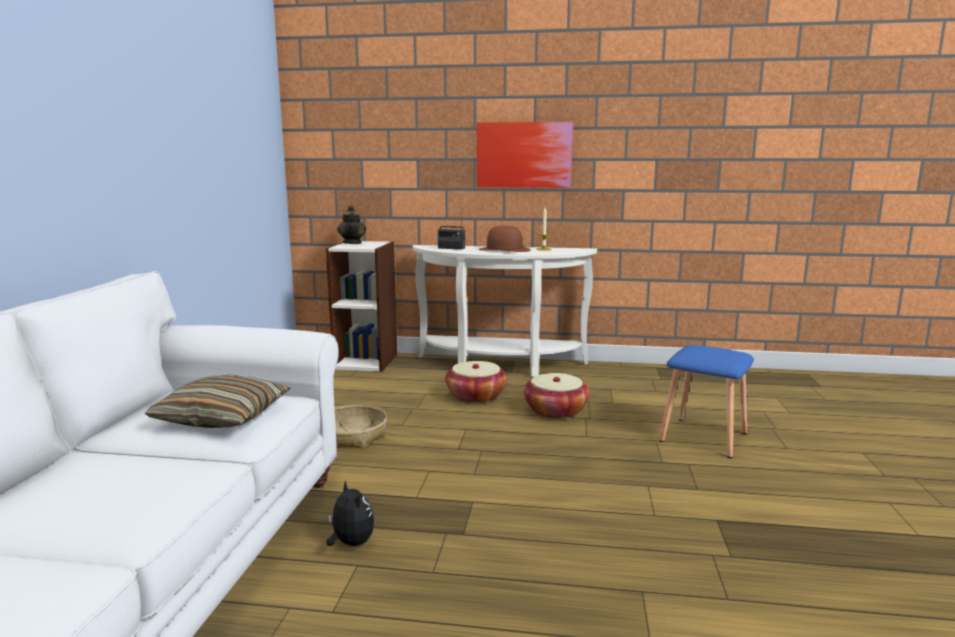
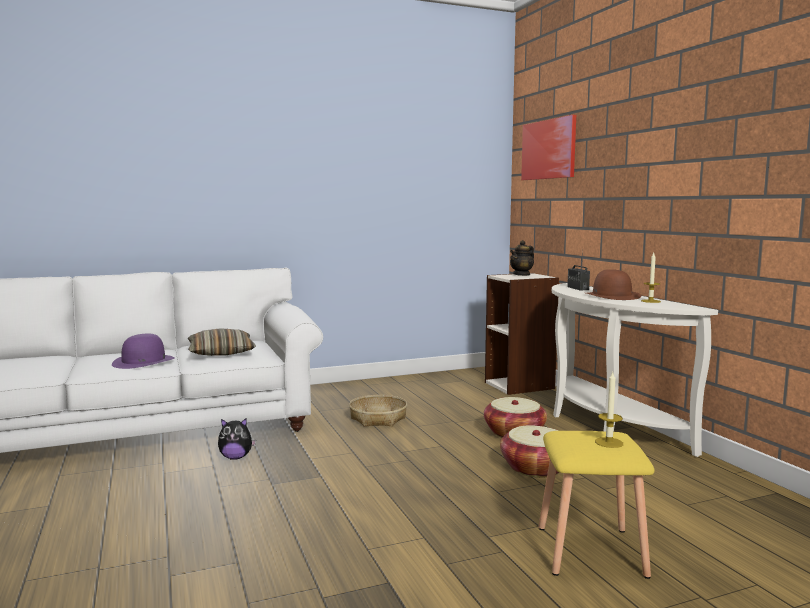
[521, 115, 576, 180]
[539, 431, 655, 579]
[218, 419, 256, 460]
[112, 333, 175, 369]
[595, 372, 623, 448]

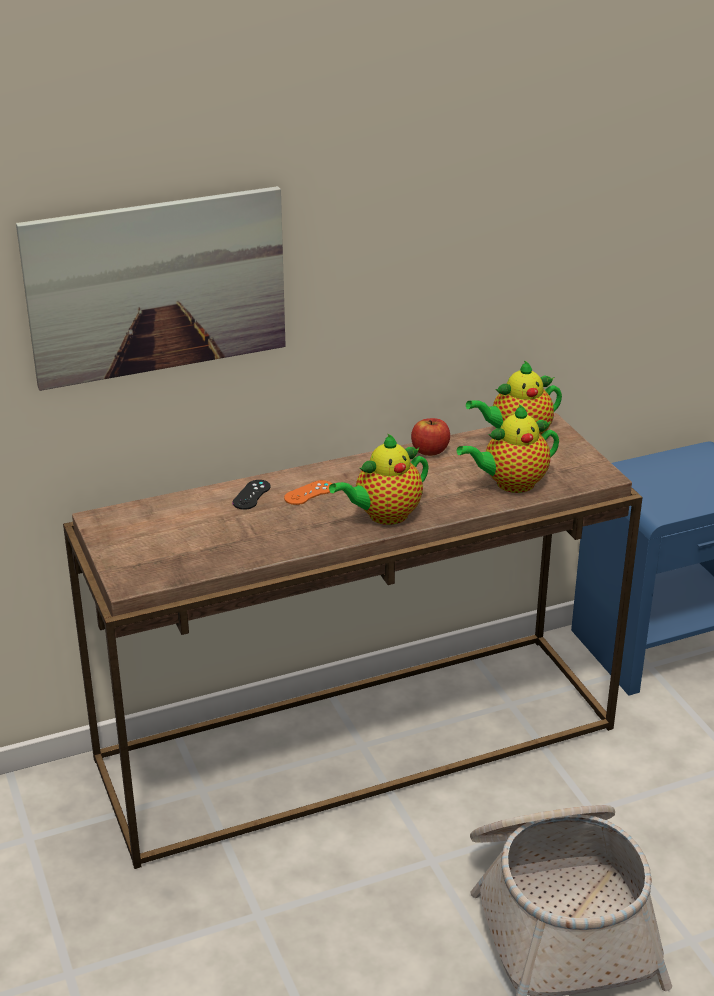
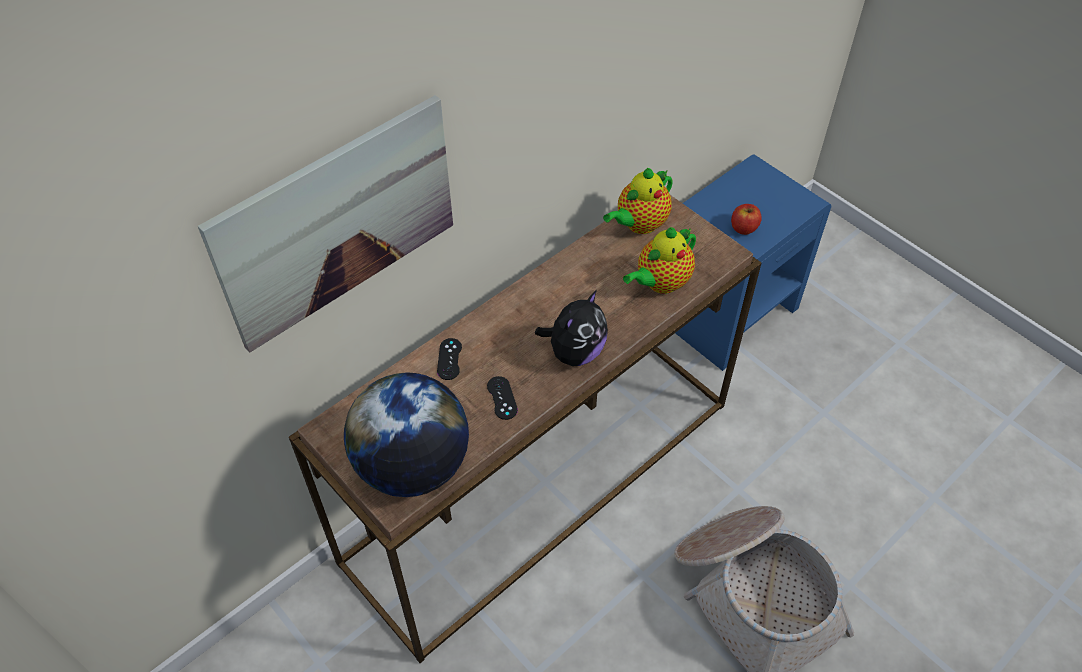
[731, 204, 762, 235]
[535, 290, 608, 366]
[284, 480, 332, 505] (first image)
[344, 372, 469, 497]
[487, 376, 518, 420]

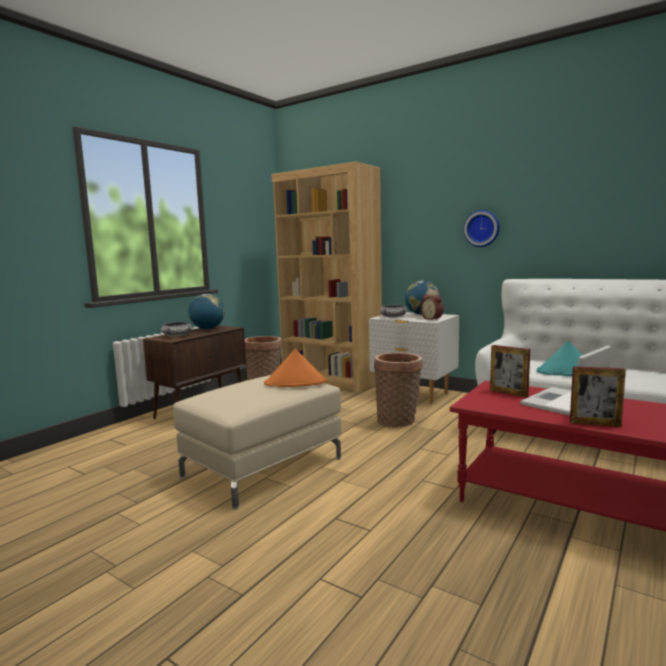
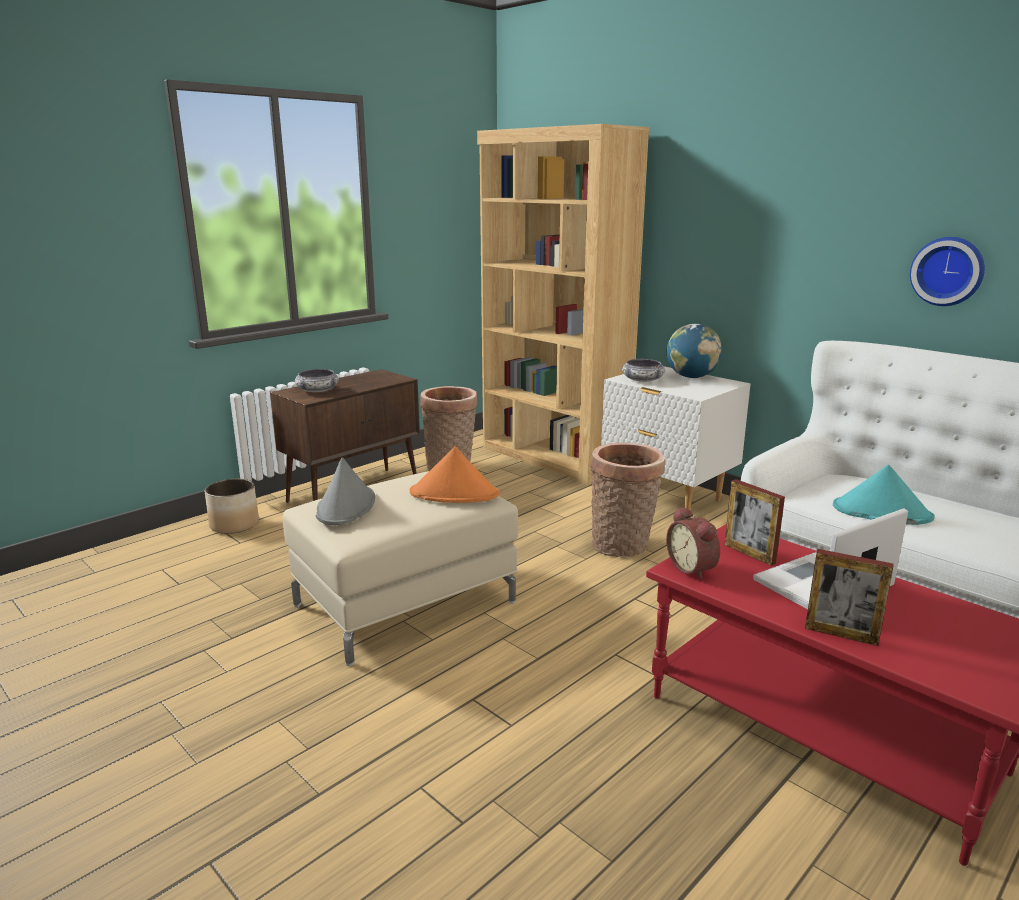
[910, 237, 985, 306]
[188, 294, 225, 329] (first image)
[666, 506, 720, 580]
[316, 457, 375, 525]
[205, 479, 259, 534]

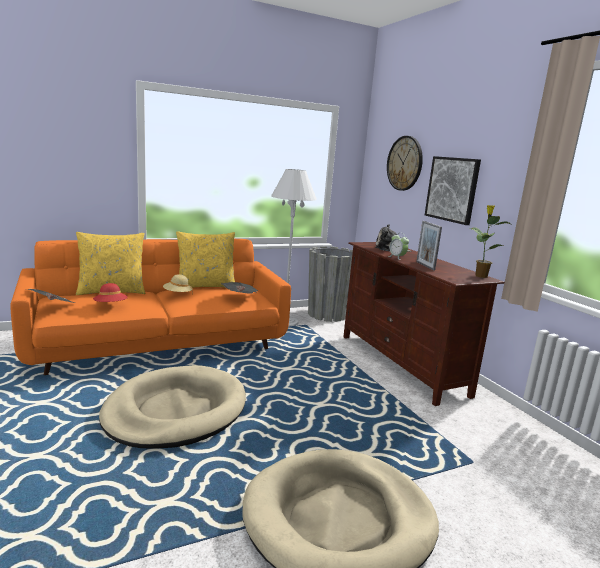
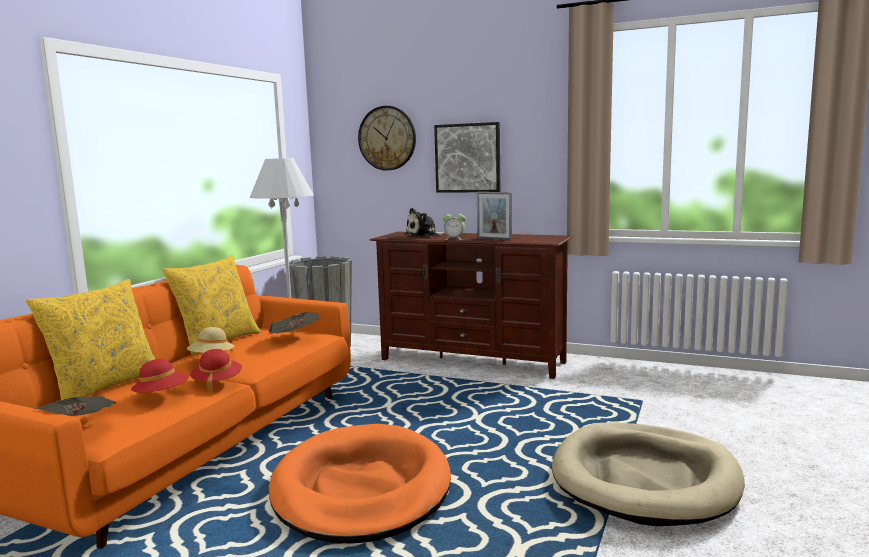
[470, 205, 513, 278] (first image)
[269, 424, 451, 544]
[190, 349, 242, 392]

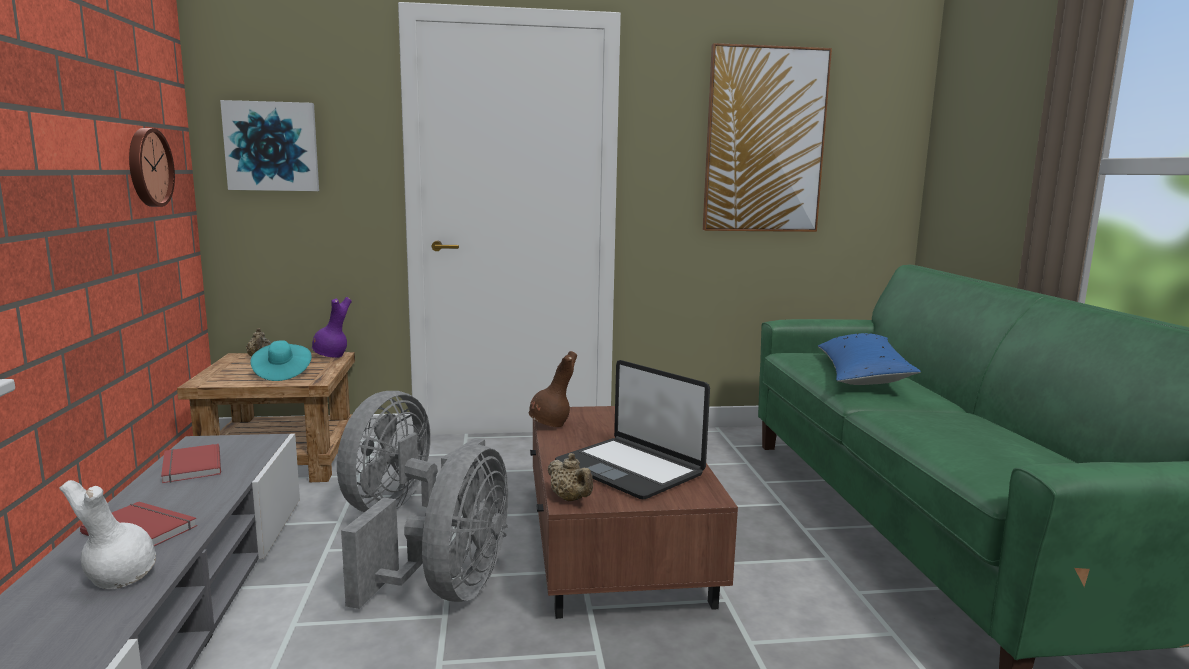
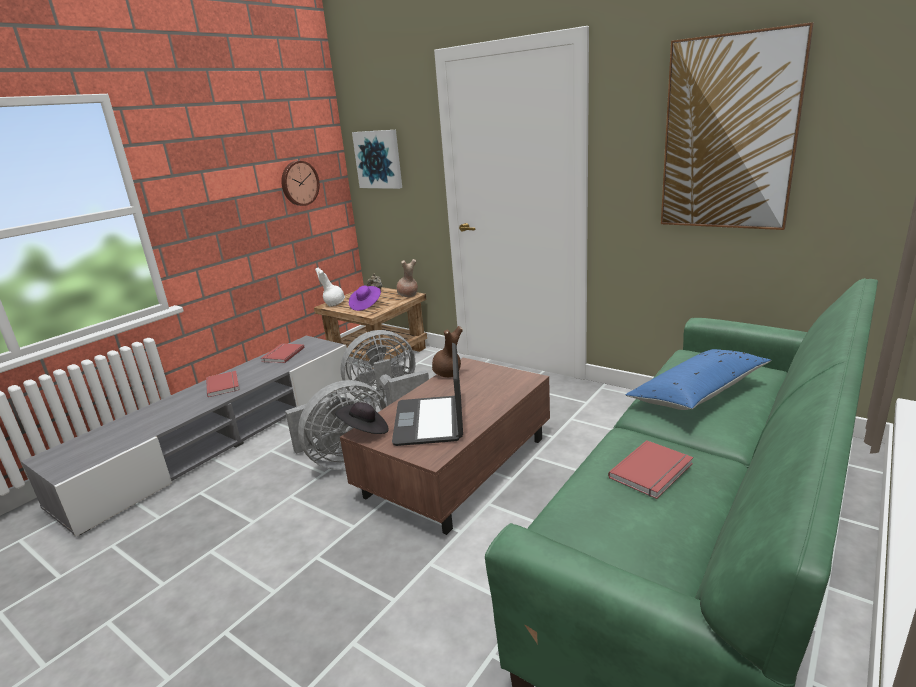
[397, 259, 418, 297]
[349, 286, 381, 311]
[335, 402, 389, 434]
[315, 267, 345, 307]
[608, 440, 693, 499]

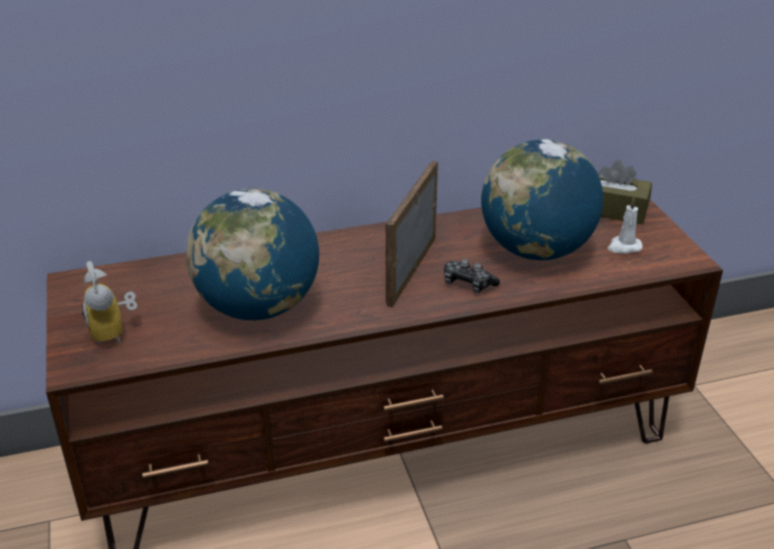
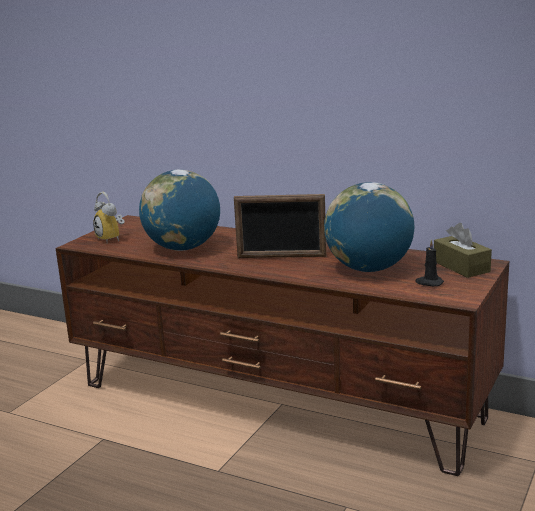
[234, 194, 326, 258]
[415, 240, 444, 286]
[444, 259, 500, 293] (first image)
[93, 192, 125, 242]

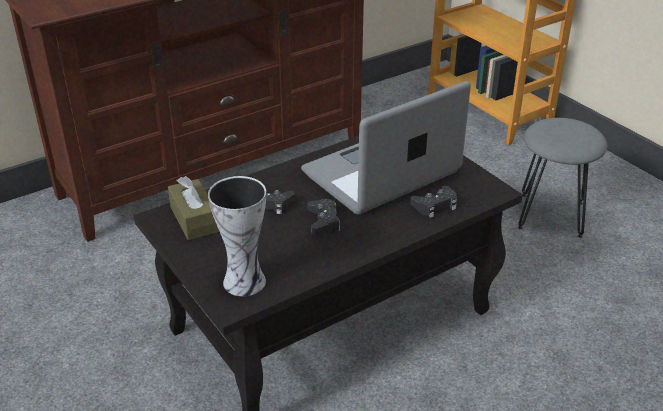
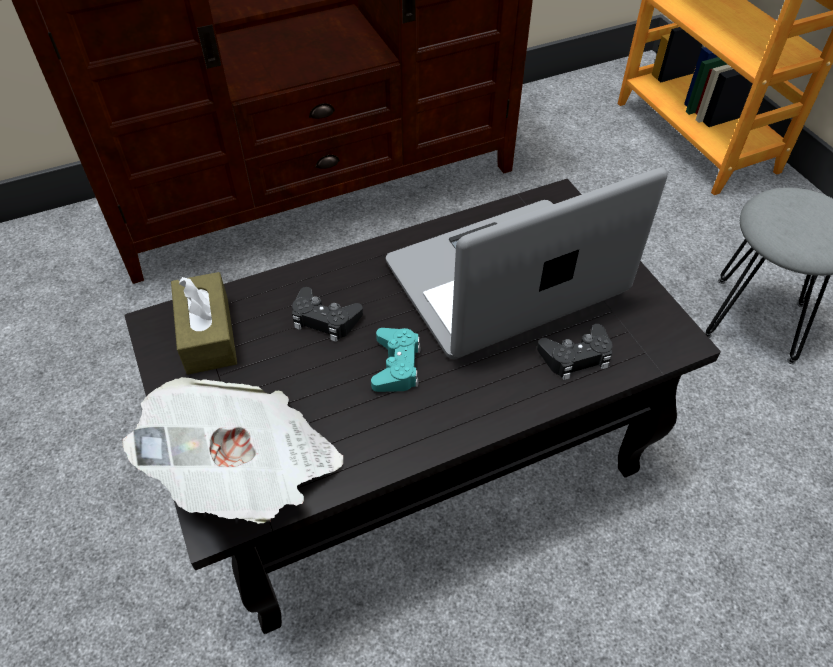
[122, 377, 343, 524]
[371, 328, 421, 392]

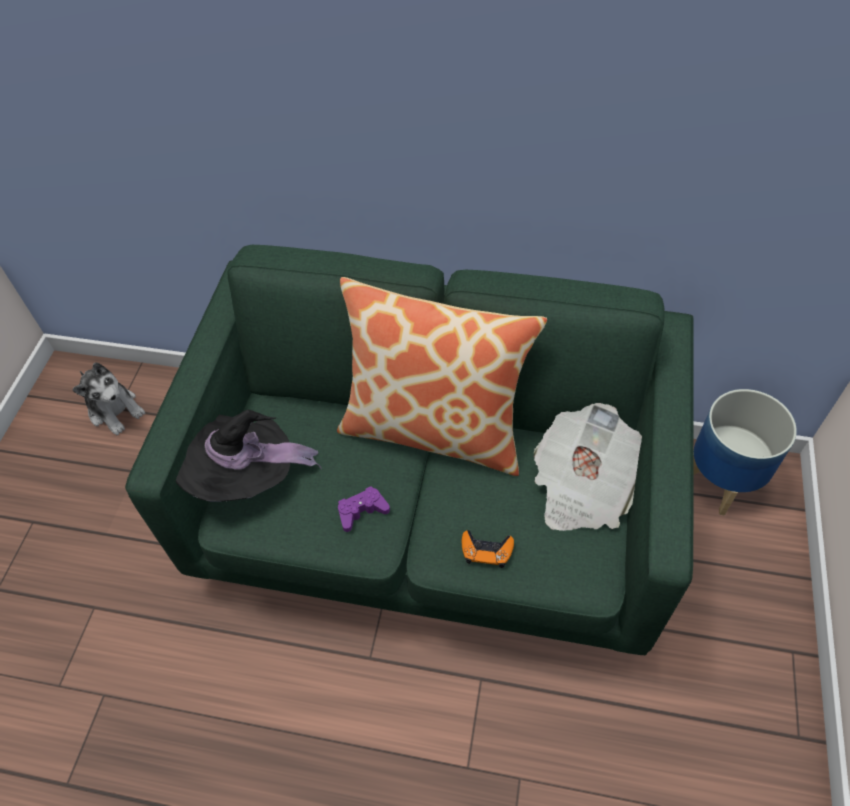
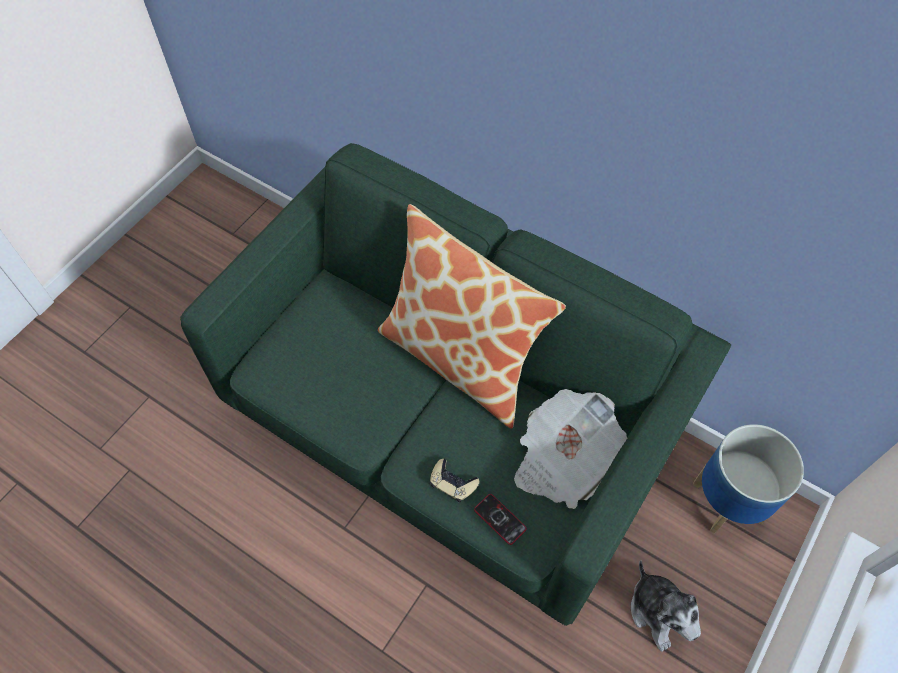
[631, 560, 701, 651]
[176, 410, 322, 502] (first image)
[338, 486, 390, 532] (first image)
[430, 459, 480, 502]
[474, 494, 527, 545]

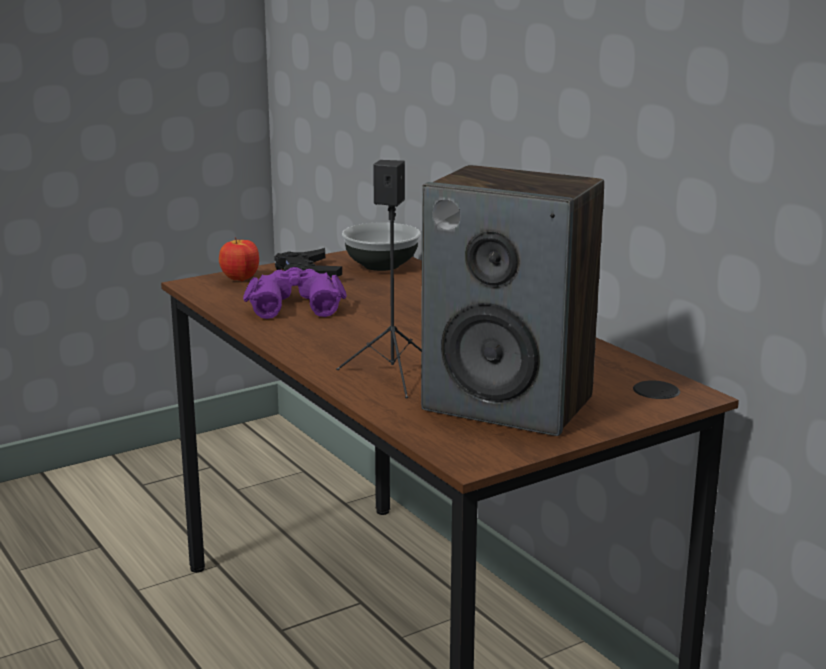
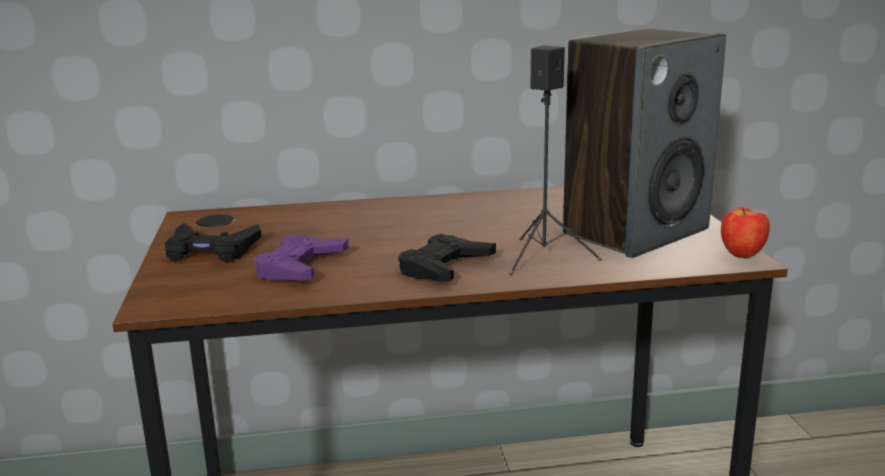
[342, 222, 421, 271] (first image)
[721, 207, 770, 259]
[254, 235, 349, 281]
[398, 234, 496, 282]

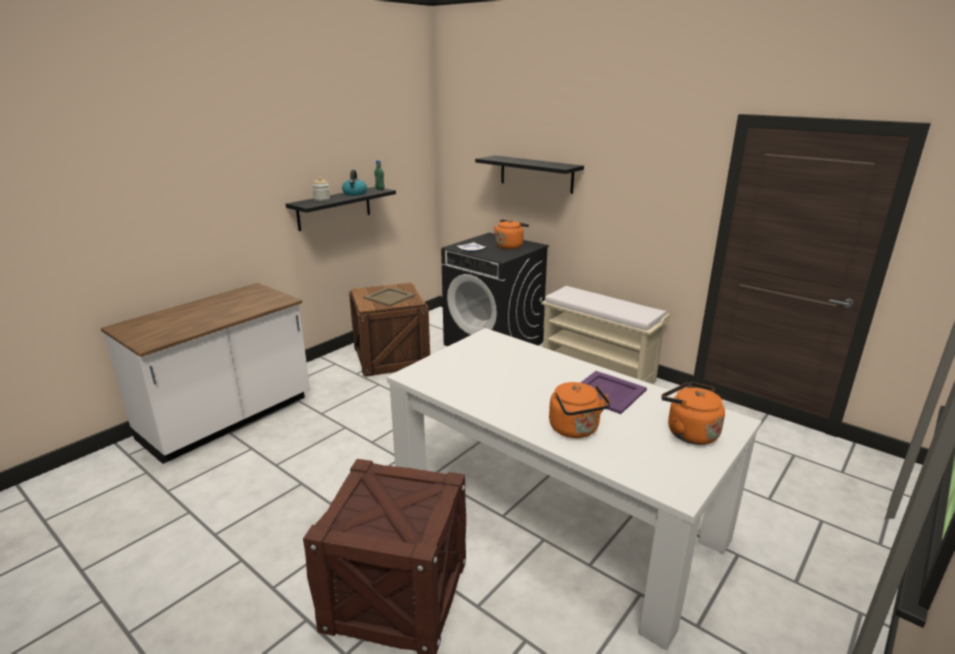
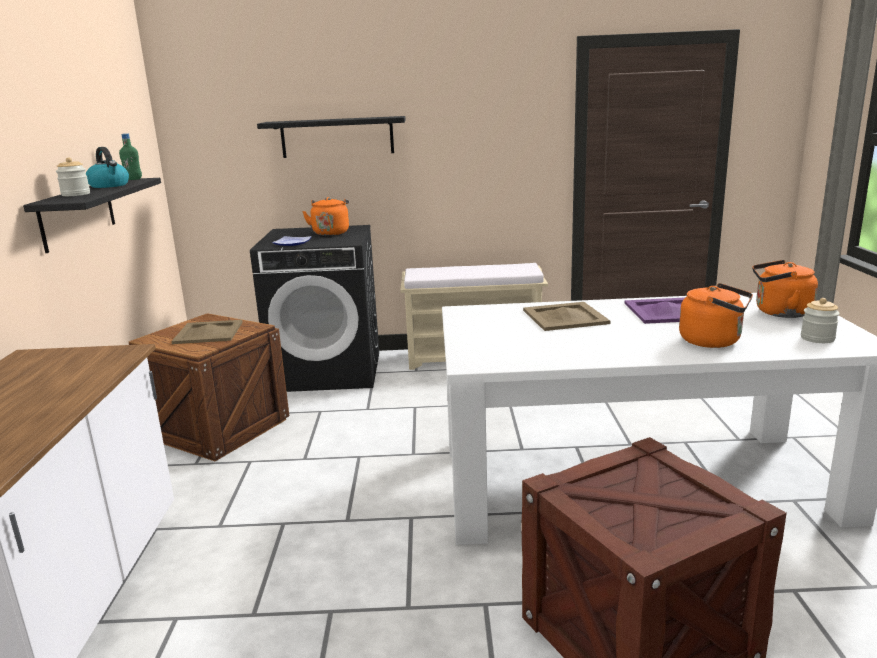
[801, 298, 840, 343]
[523, 302, 610, 331]

